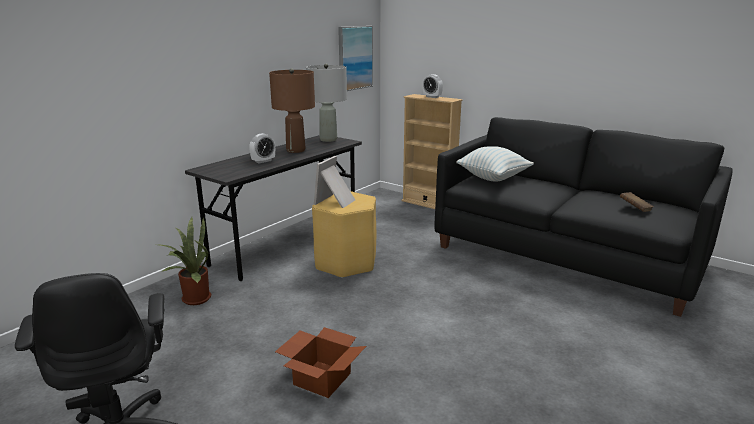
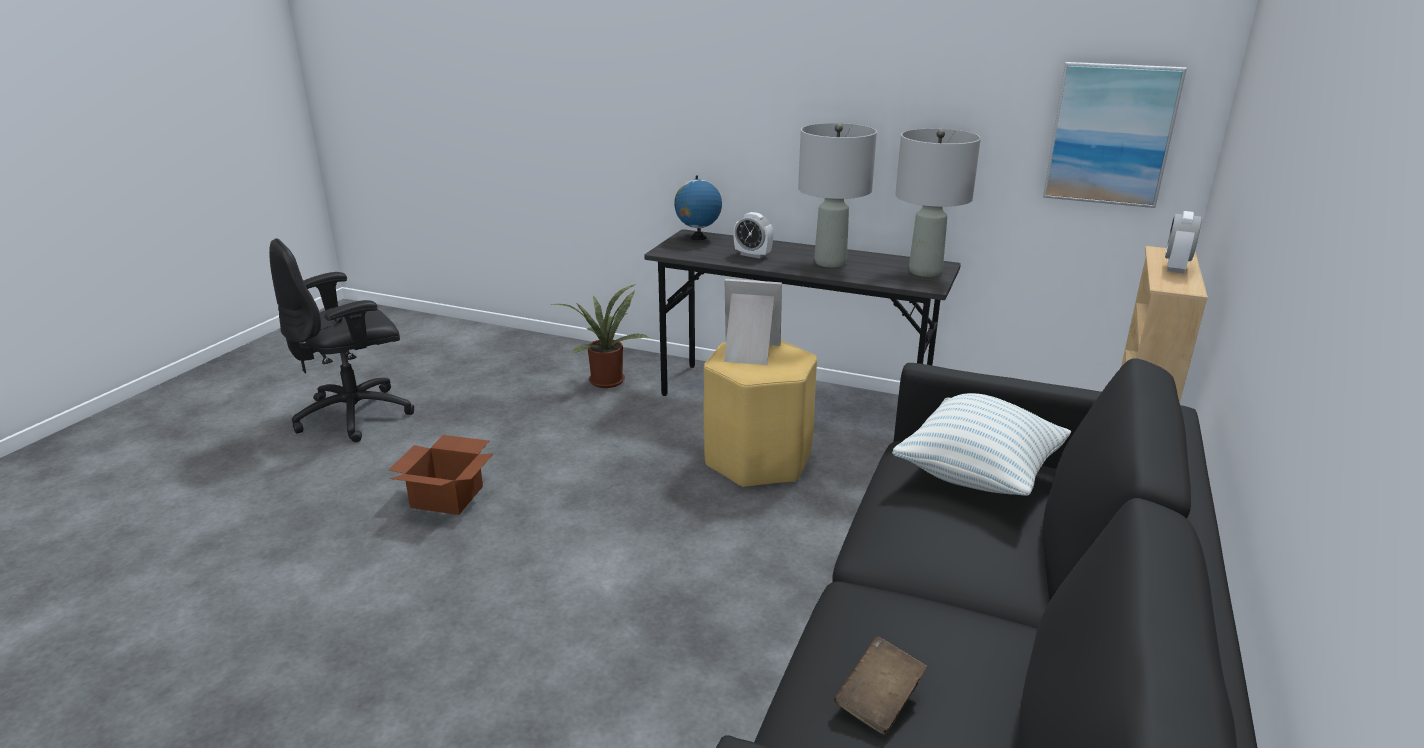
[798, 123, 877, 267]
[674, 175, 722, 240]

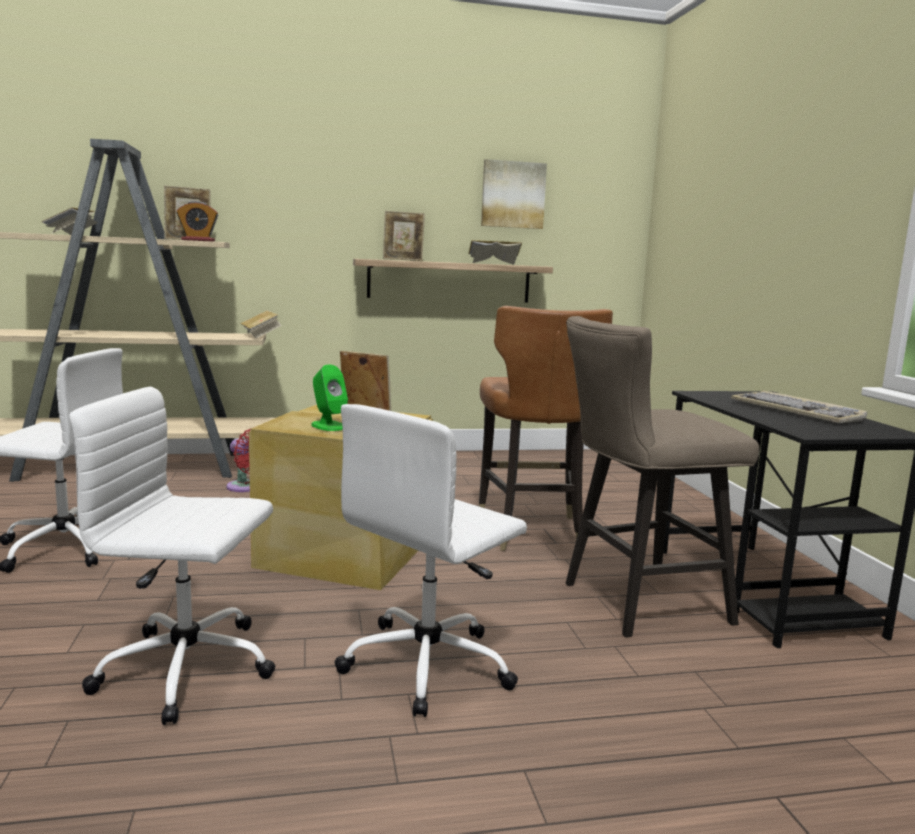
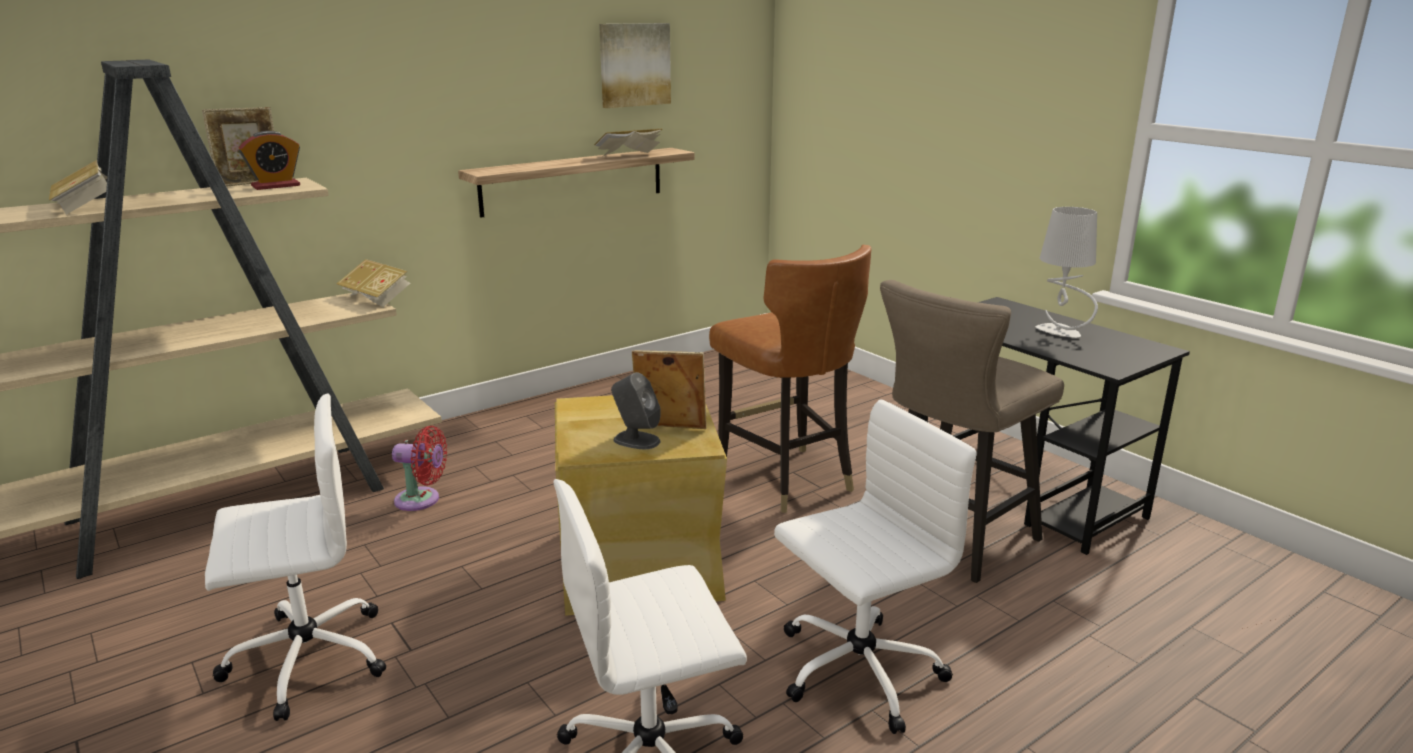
[383, 211, 425, 261] (first image)
[611, 372, 661, 449]
[1035, 207, 1098, 338]
[774, 399, 976, 734]

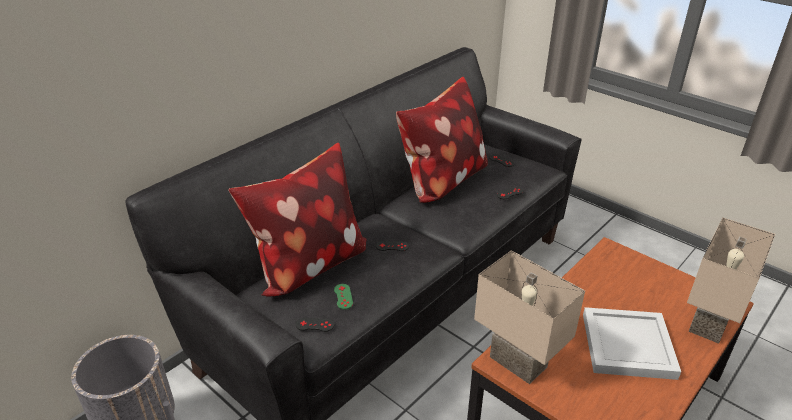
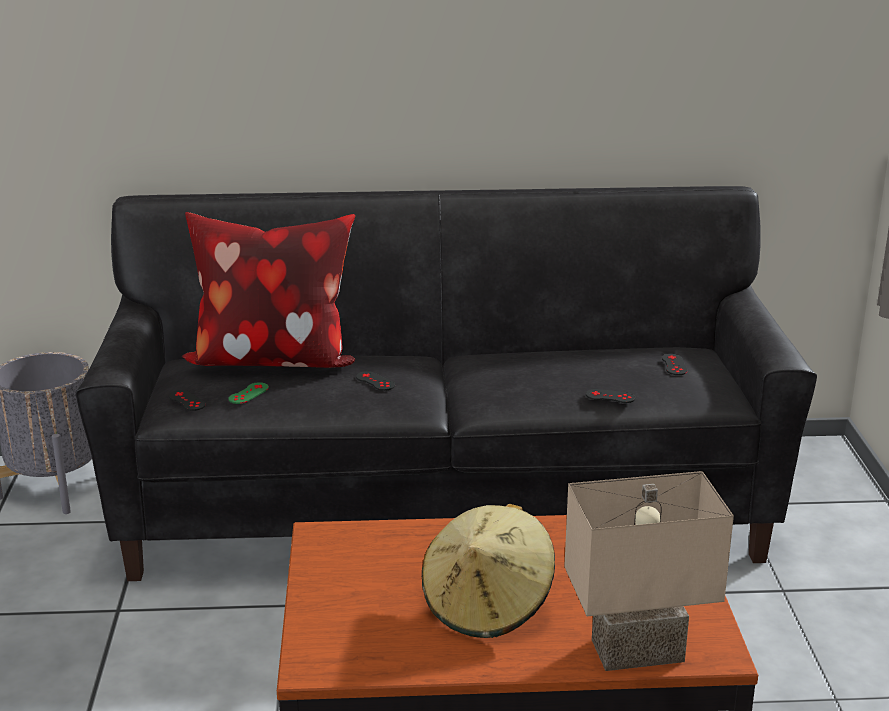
[396, 77, 488, 203] (first image)
[474, 250, 585, 384] (first image)
[422, 504, 555, 638]

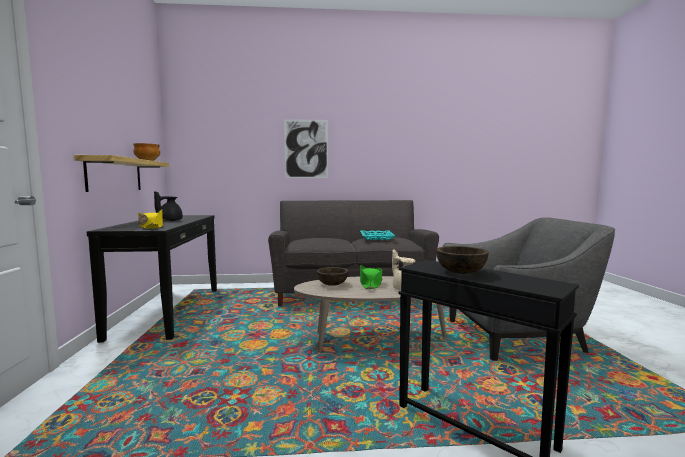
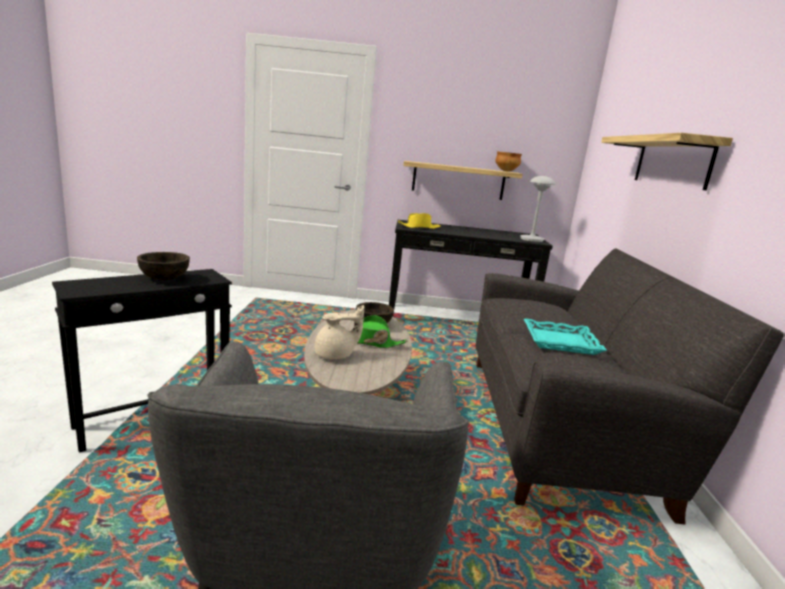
[601, 133, 733, 190]
[154, 191, 183, 221] (first image)
[521, 176, 555, 242]

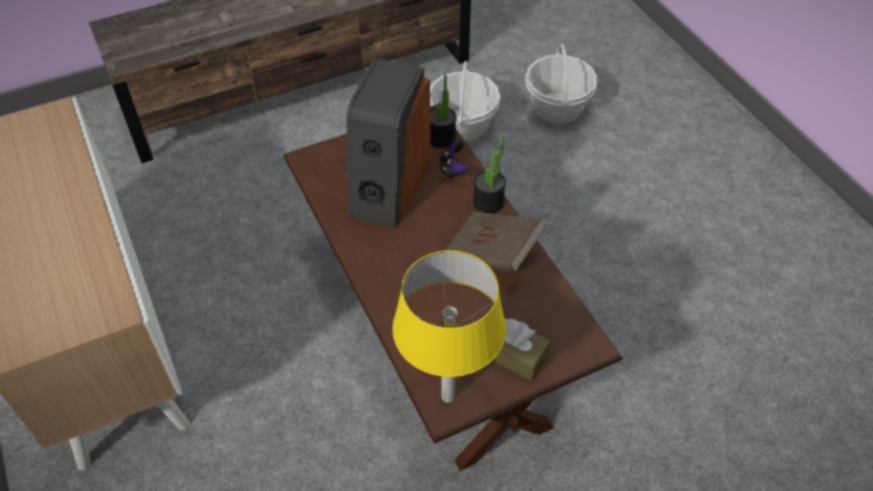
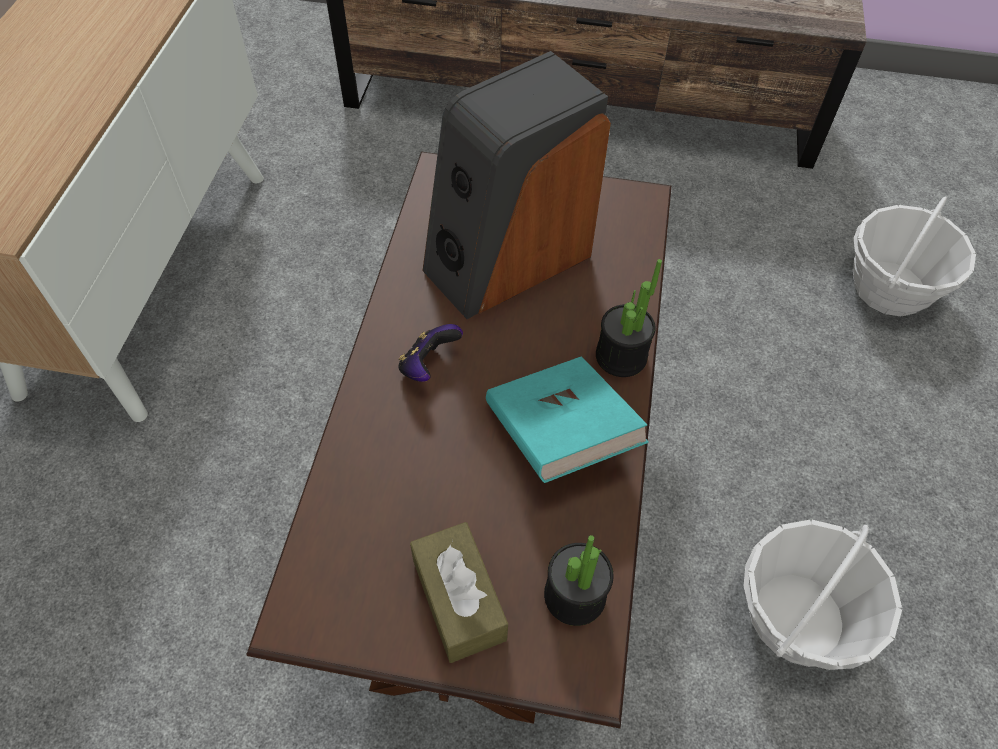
[744, 520, 902, 670]
[544, 535, 614, 626]
[398, 324, 463, 382]
[486, 356, 649, 483]
[392, 251, 506, 403] (first image)

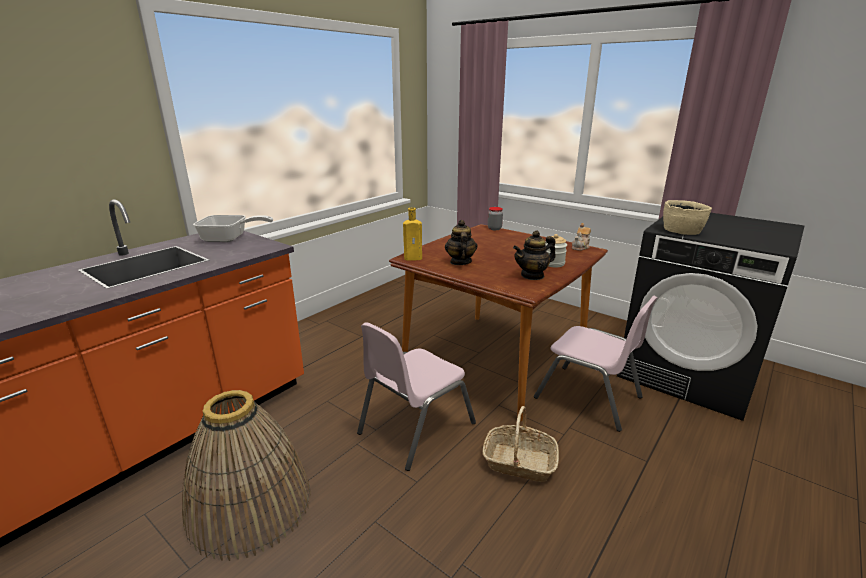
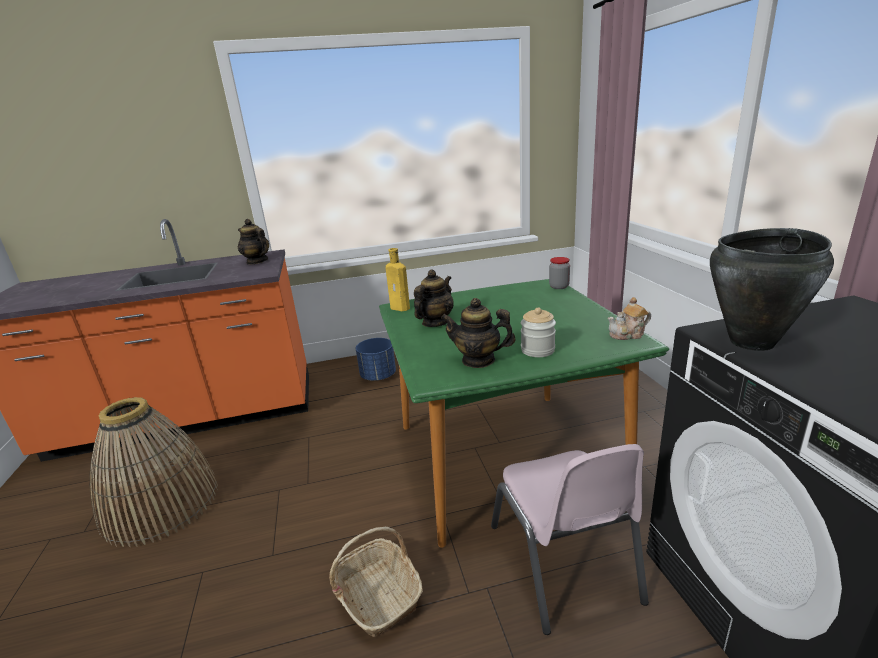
[710, 228, 834, 351]
[238, 219, 269, 265]
[379, 279, 669, 548]
[357, 322, 476, 471] (first image)
[356, 338, 396, 381]

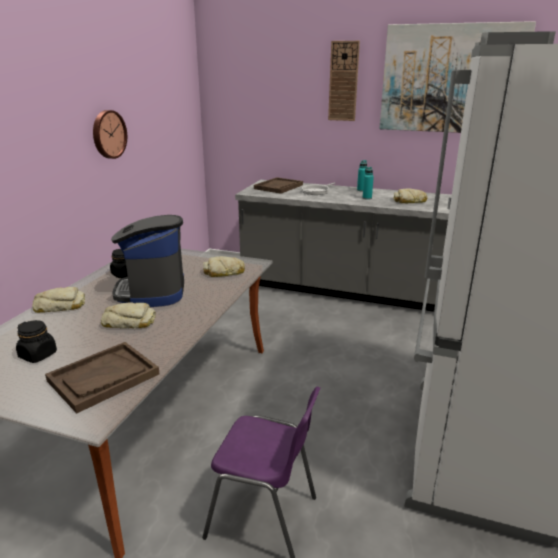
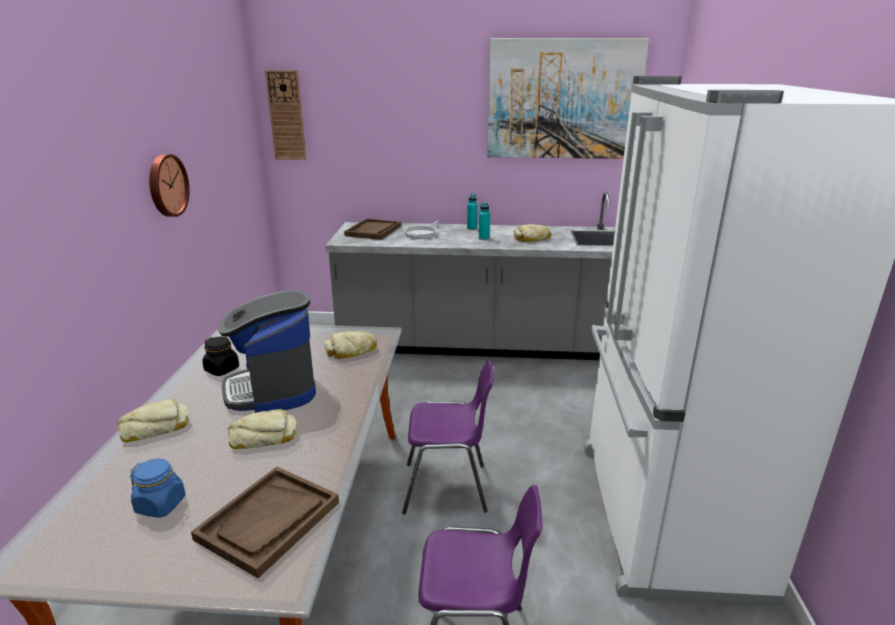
[265, 70, 306, 160]
[130, 459, 186, 518]
[402, 360, 494, 514]

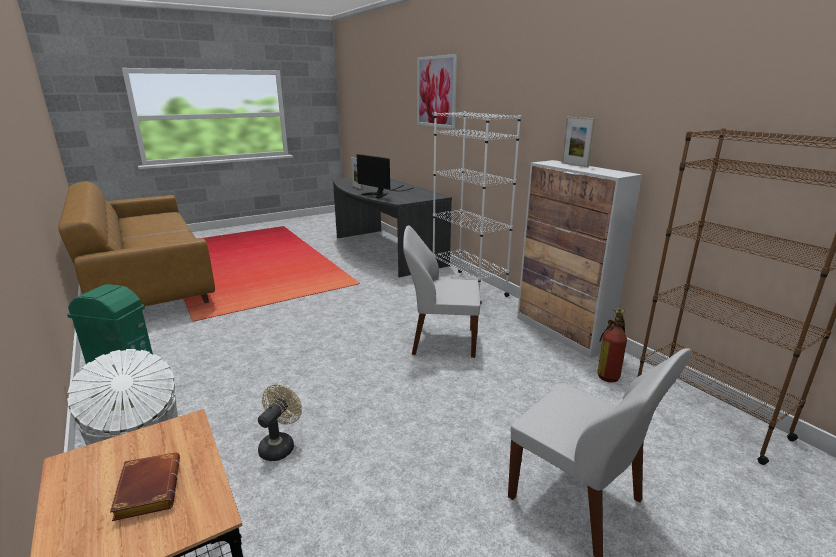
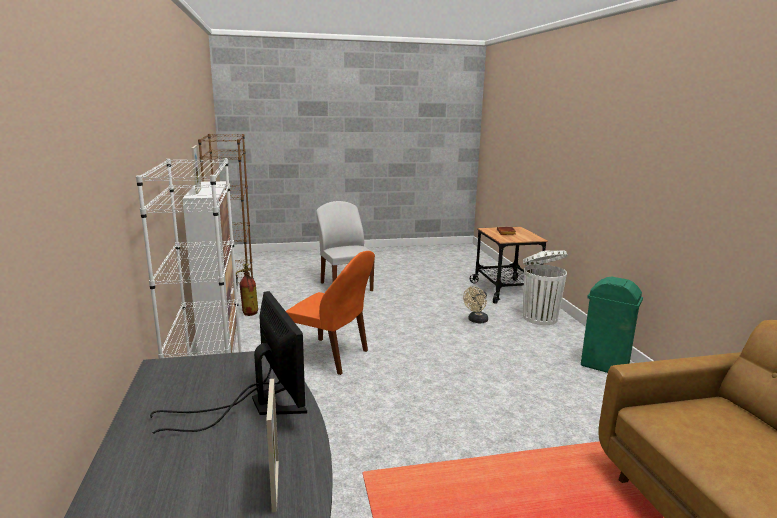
[417, 54, 457, 129] (first image)
[286, 251, 375, 375]

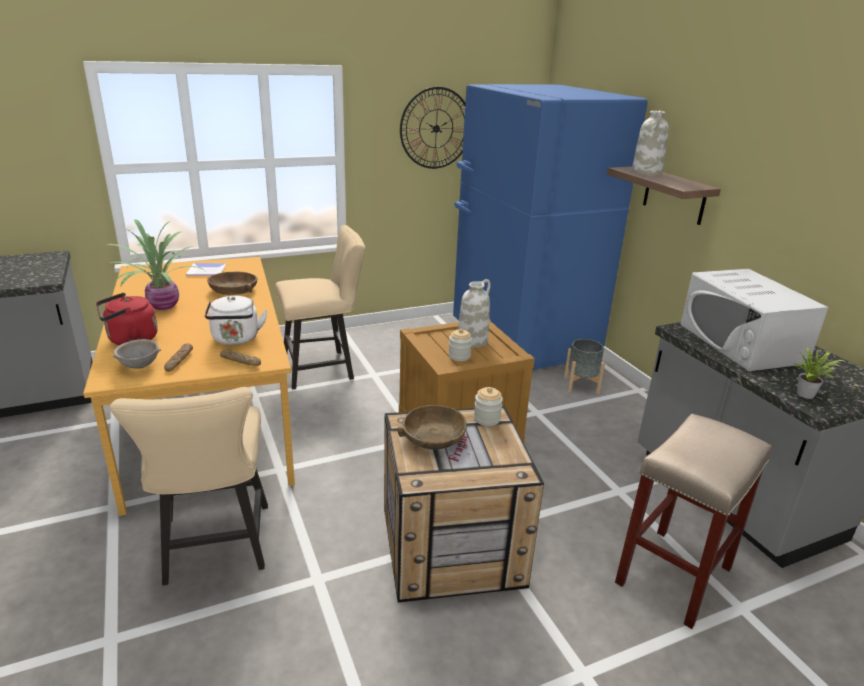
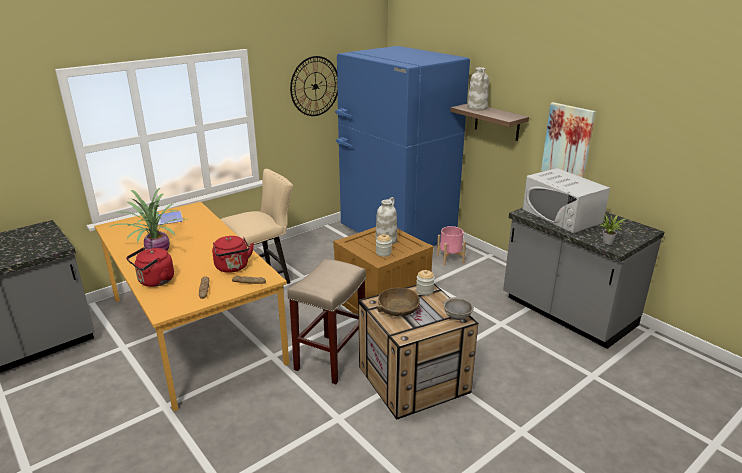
[207, 272, 257, 295] (first image)
[212, 236, 254, 273]
[443, 297, 474, 320]
[437, 226, 466, 266]
[110, 387, 268, 586] (first image)
[288, 259, 366, 384]
[541, 102, 596, 178]

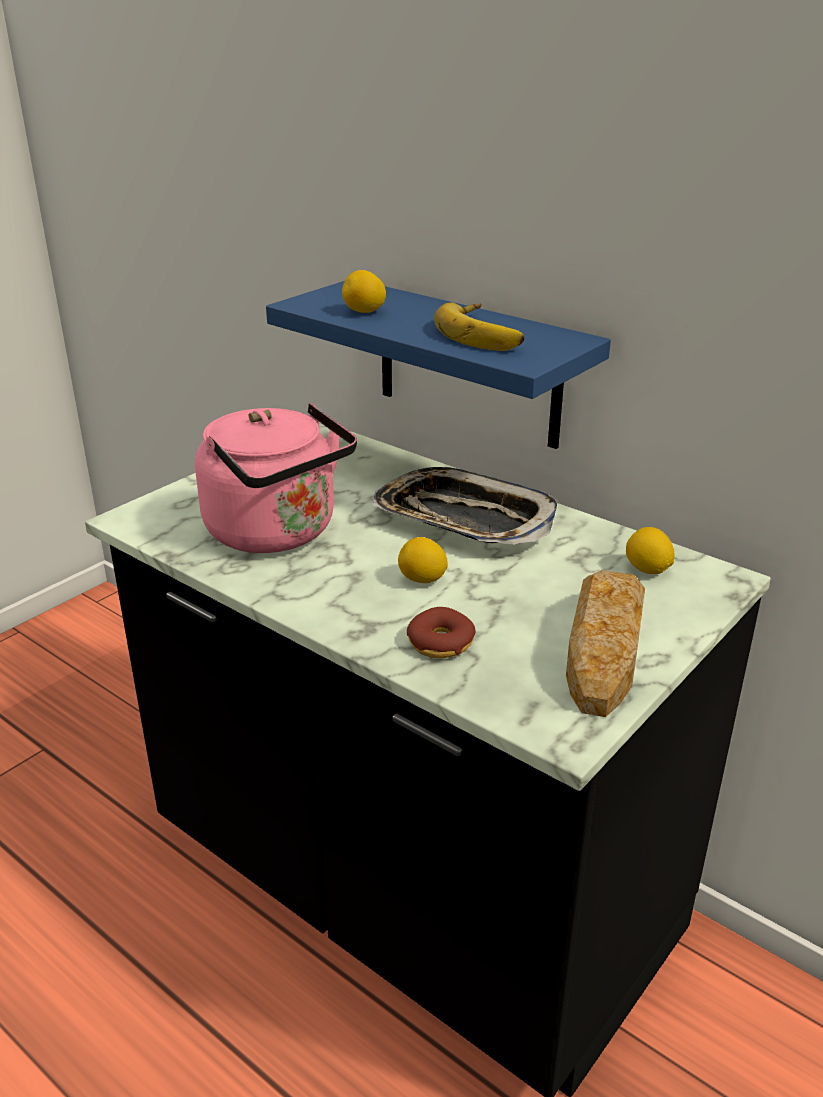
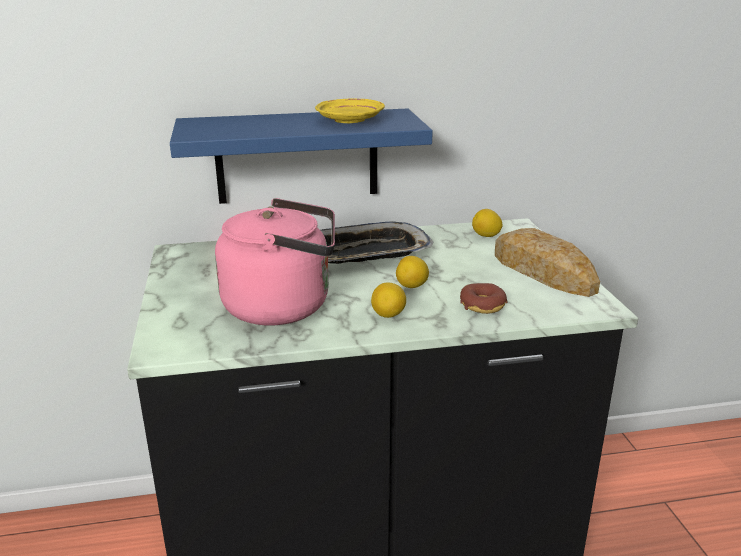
[371, 283, 406, 318]
[315, 99, 385, 123]

